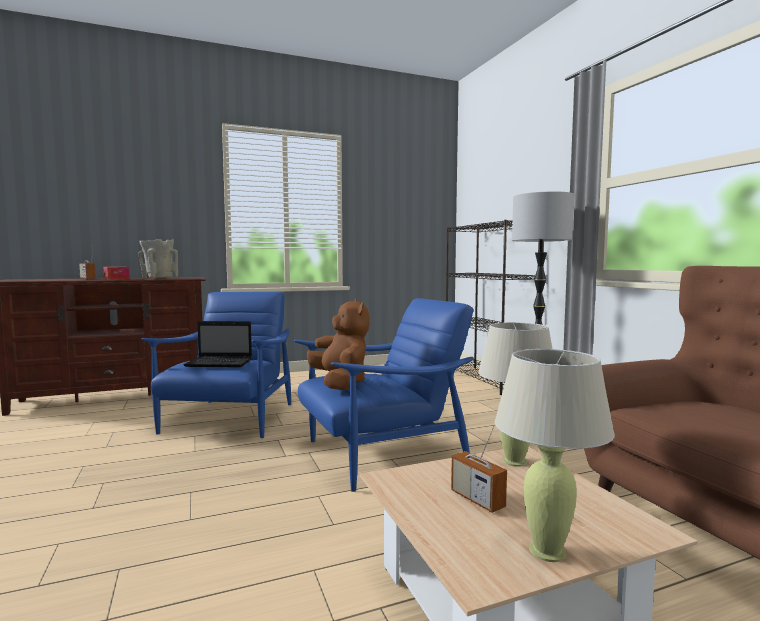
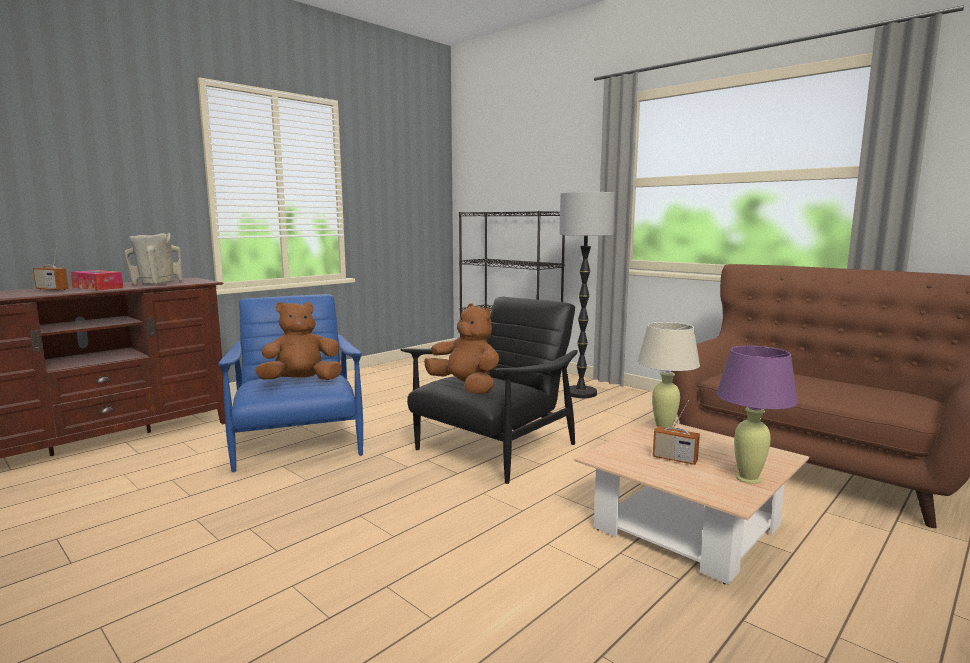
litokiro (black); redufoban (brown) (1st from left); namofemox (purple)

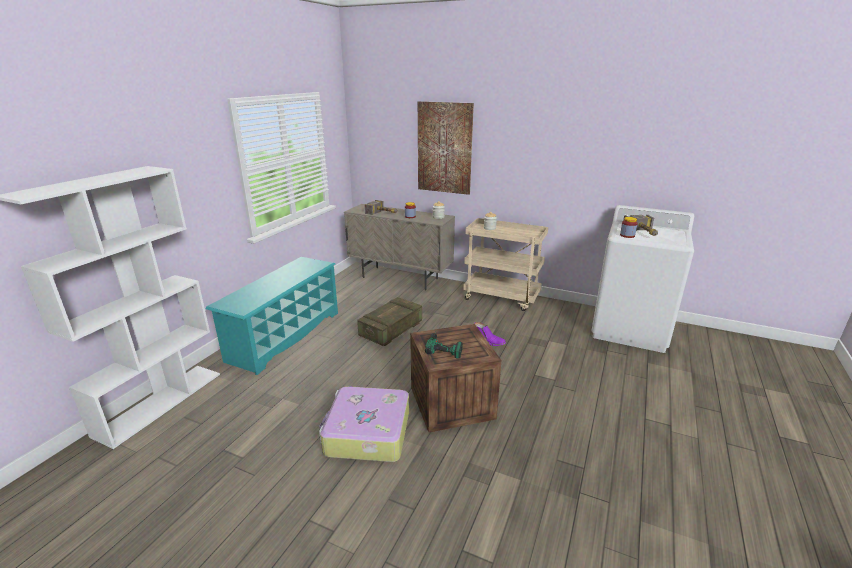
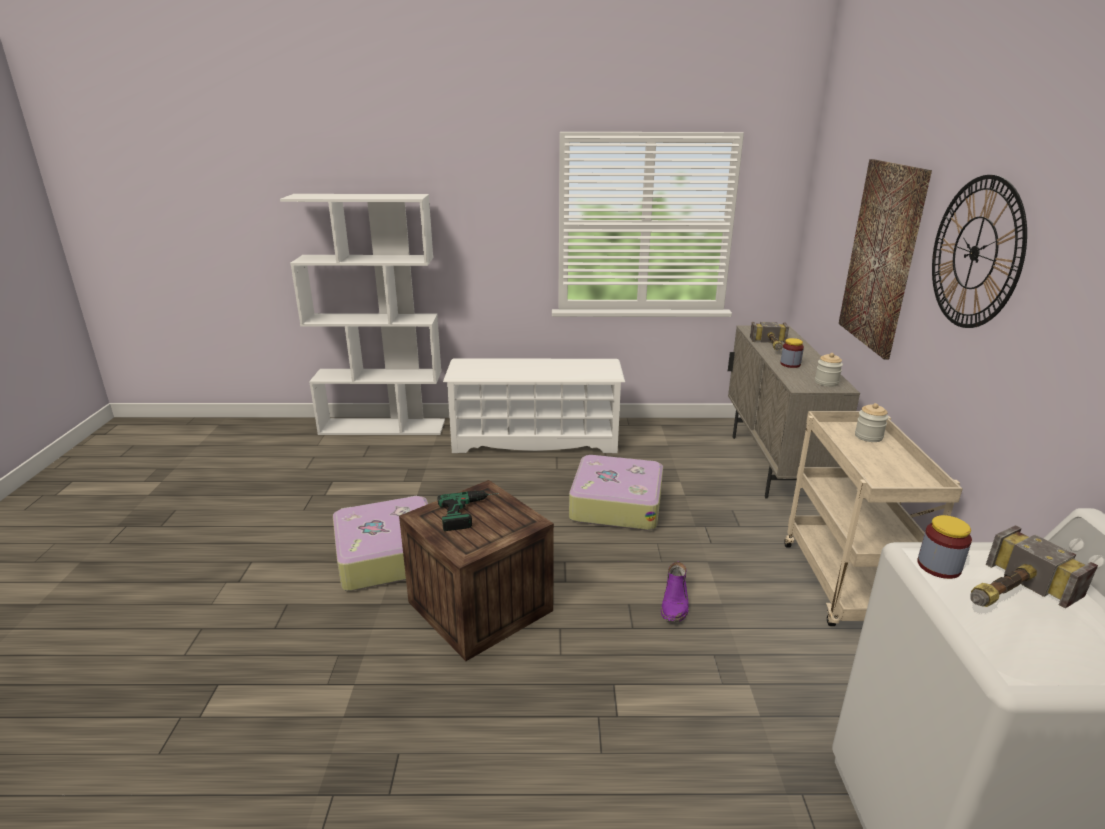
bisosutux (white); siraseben (2nd from left); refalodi

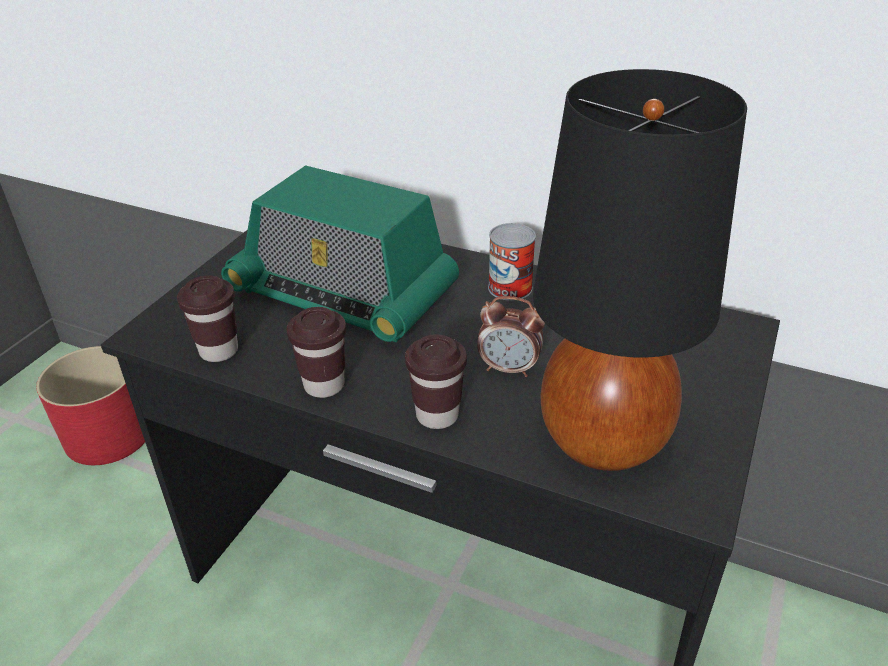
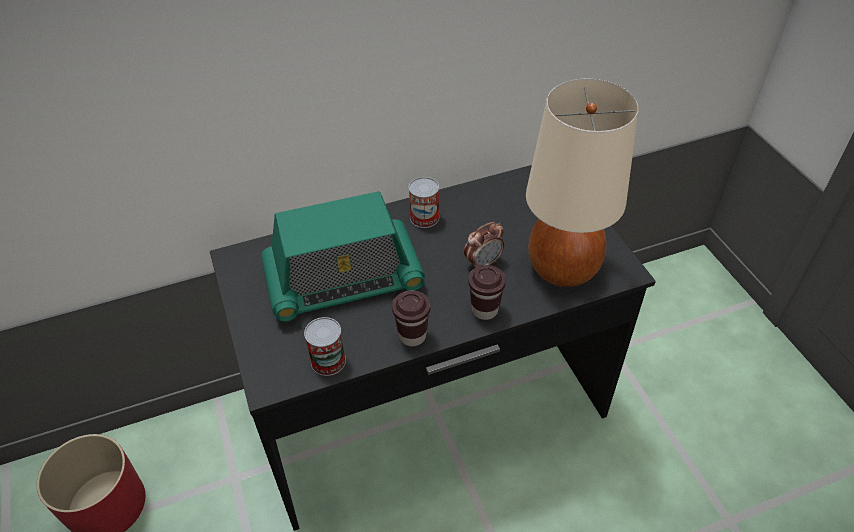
namofemox (beige); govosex (1st from left)

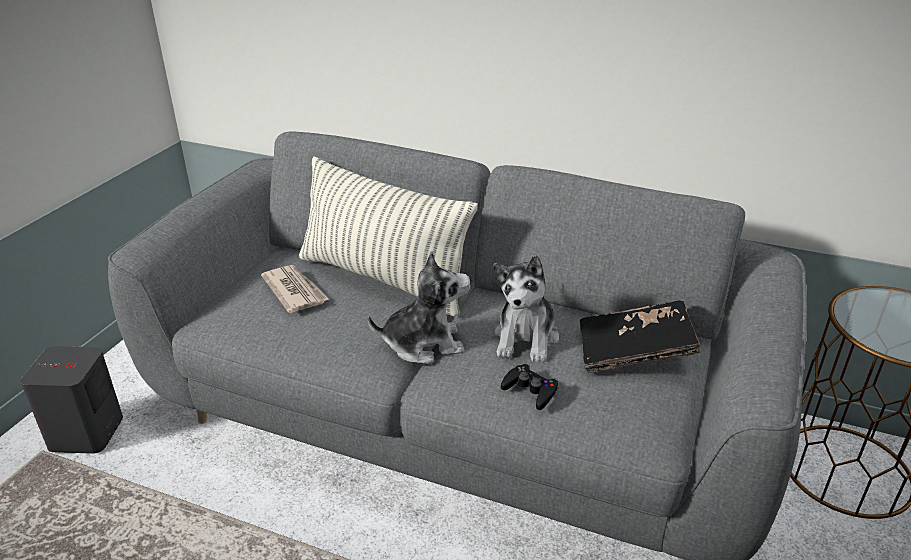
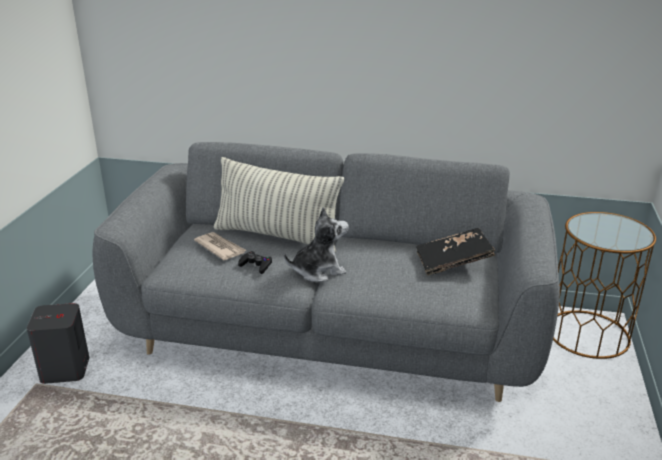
redufoban (2nd from left in the first image); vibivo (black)

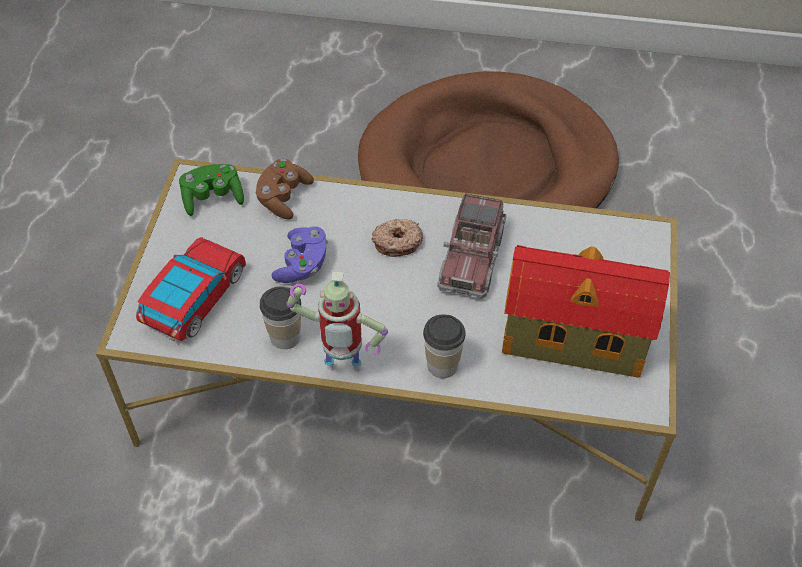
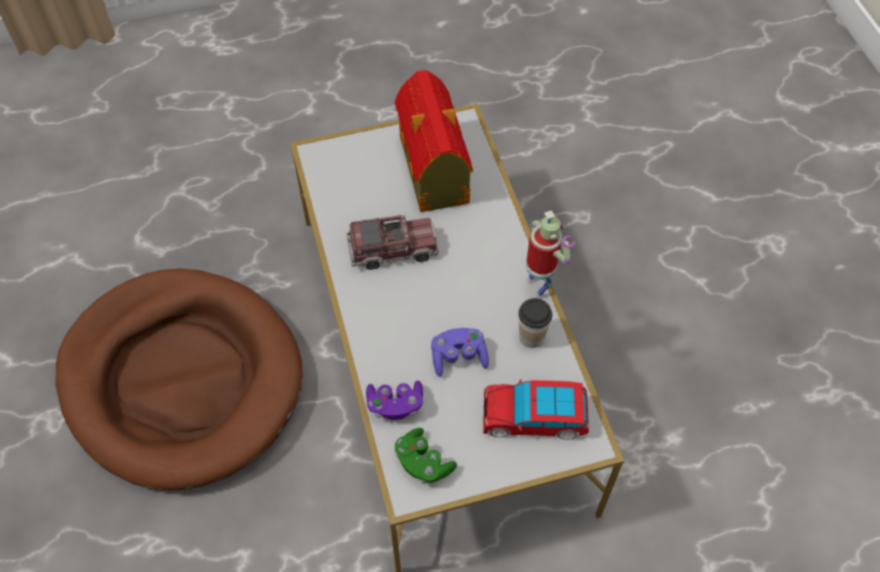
vibivo (purple) (1st from left); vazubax; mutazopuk (2nd from left in the first image)

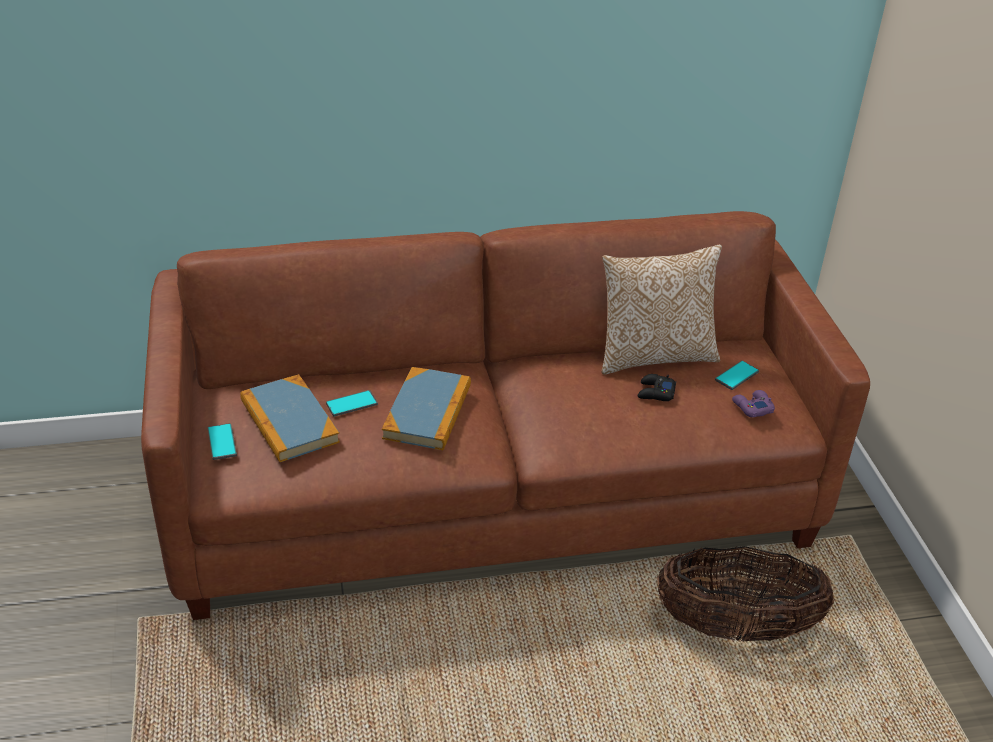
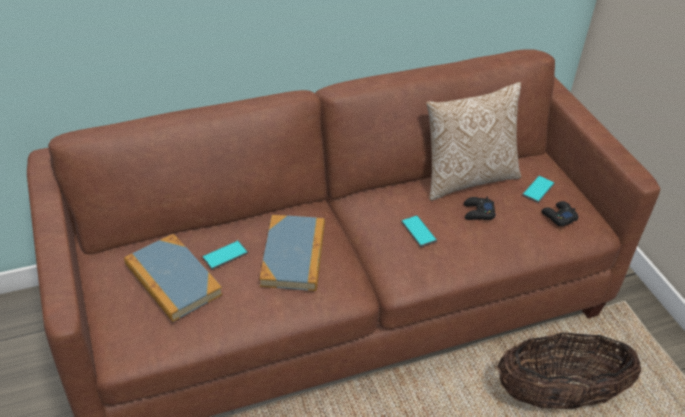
vibivo (black) (2nd from left); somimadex (2nd from left)

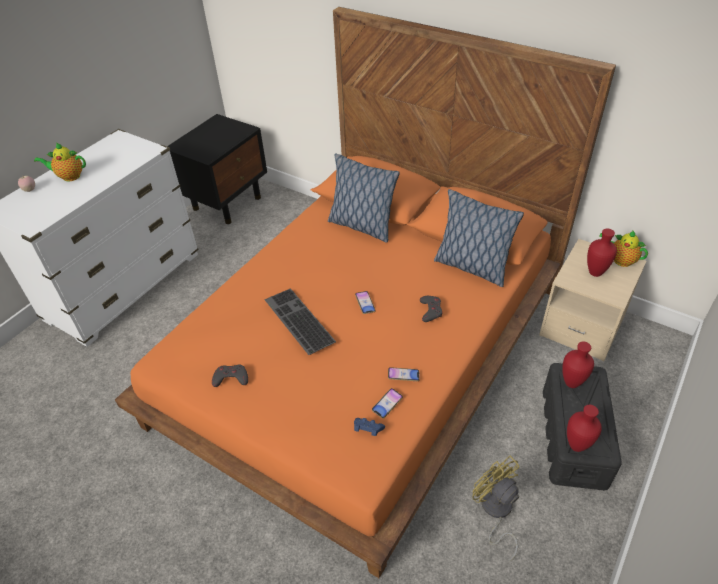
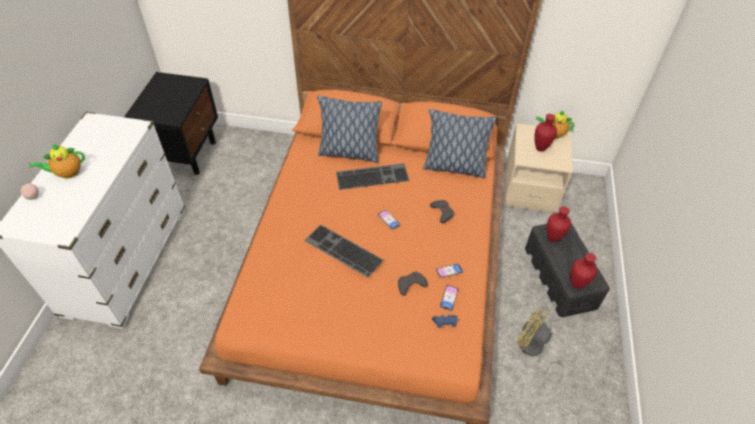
vibivo (grey) (1st from left); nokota (2nd from left)

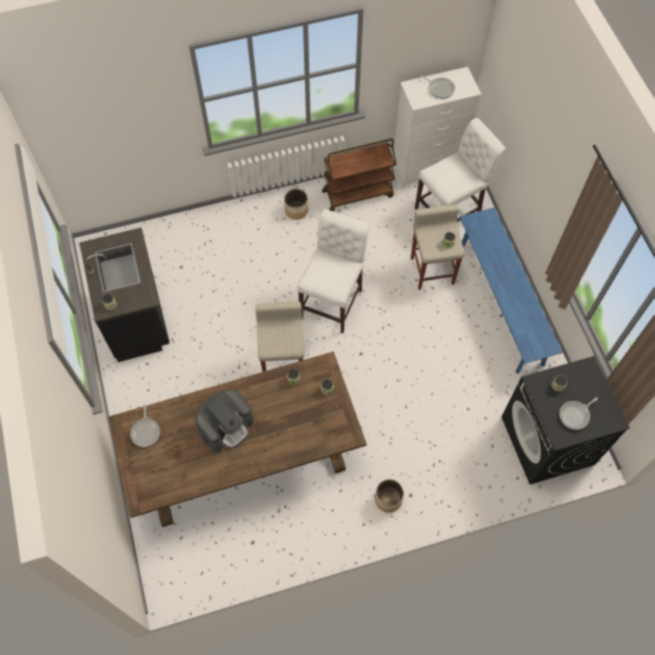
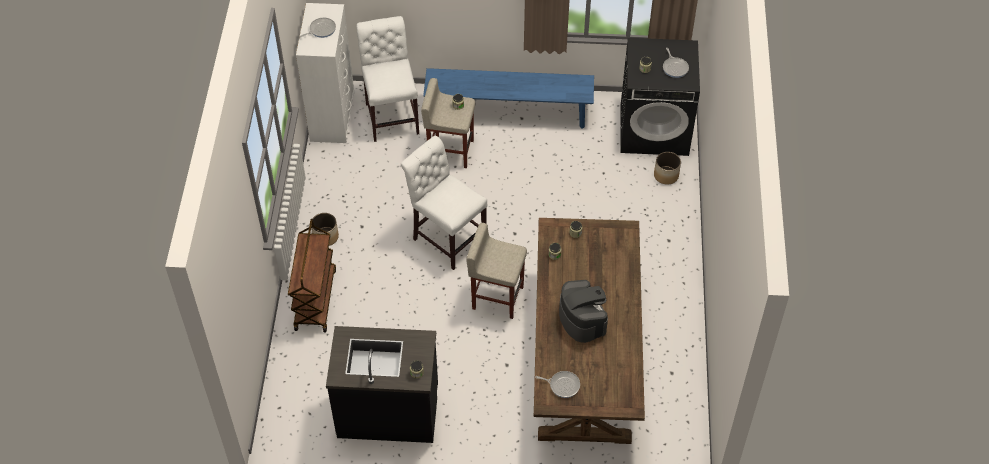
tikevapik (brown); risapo (2nd from left)

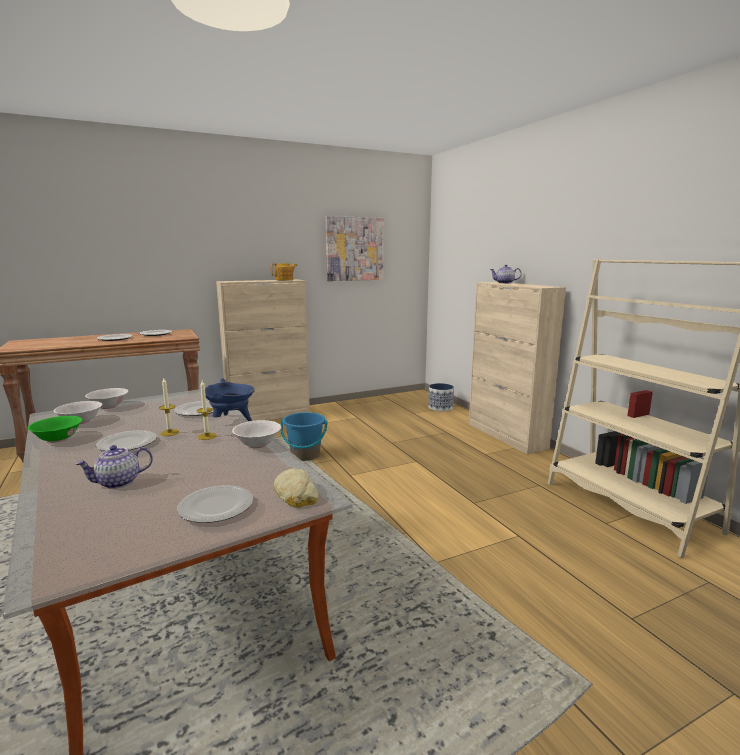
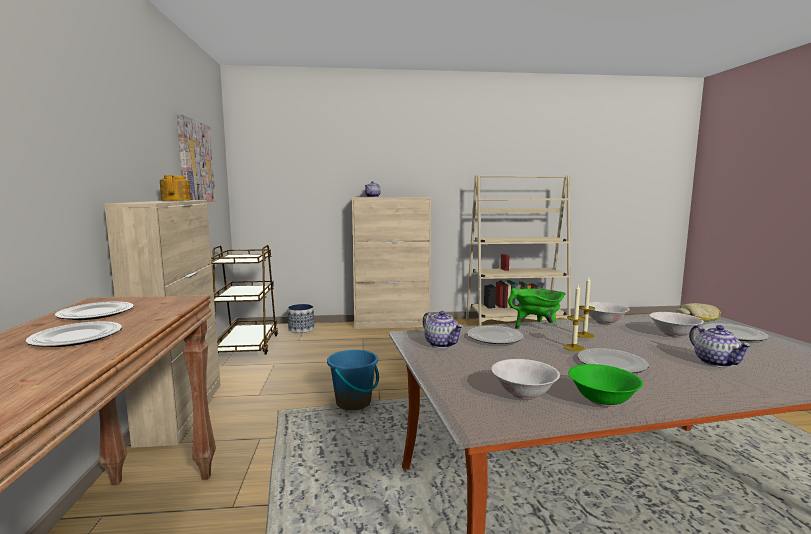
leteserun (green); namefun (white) (3rd from left); tikevapik (brown); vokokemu (3rd from left)

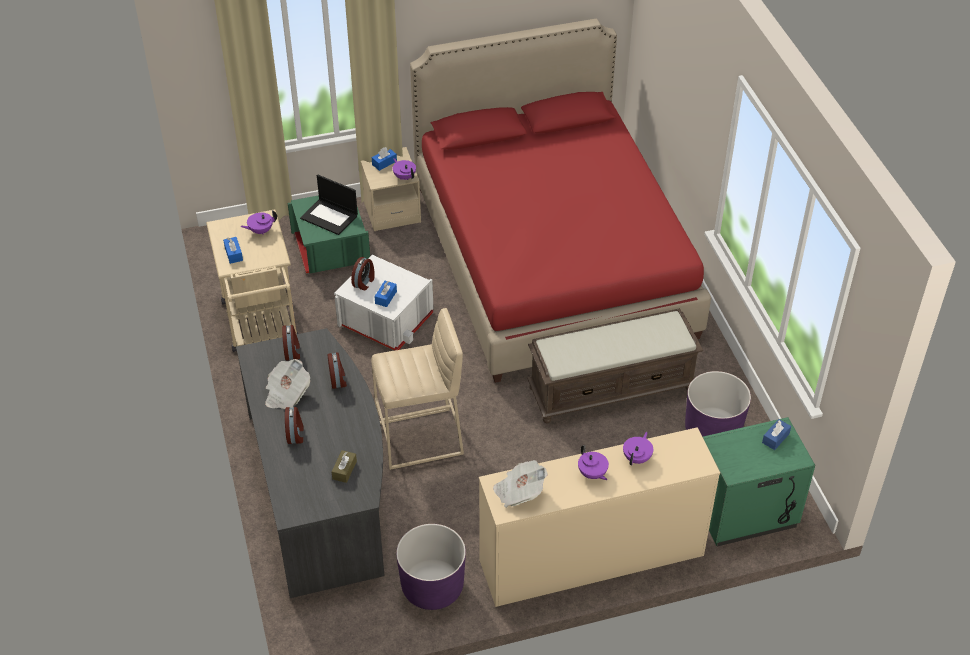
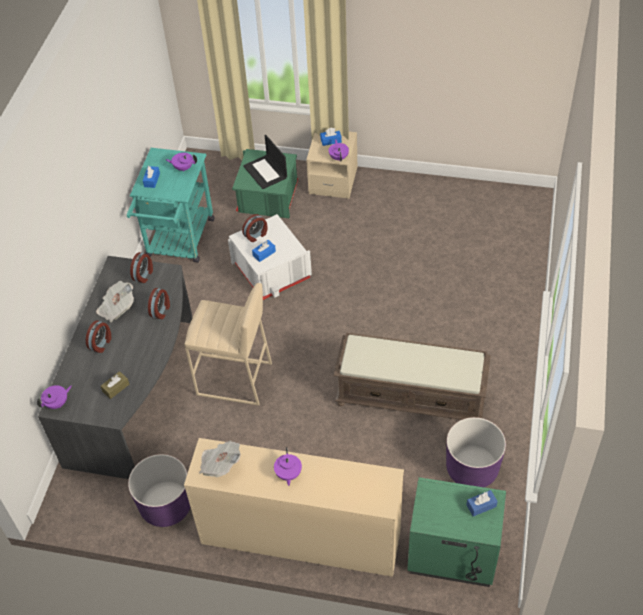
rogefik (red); tikevapik (turquoise); vokokemu (purple) (1st from left)

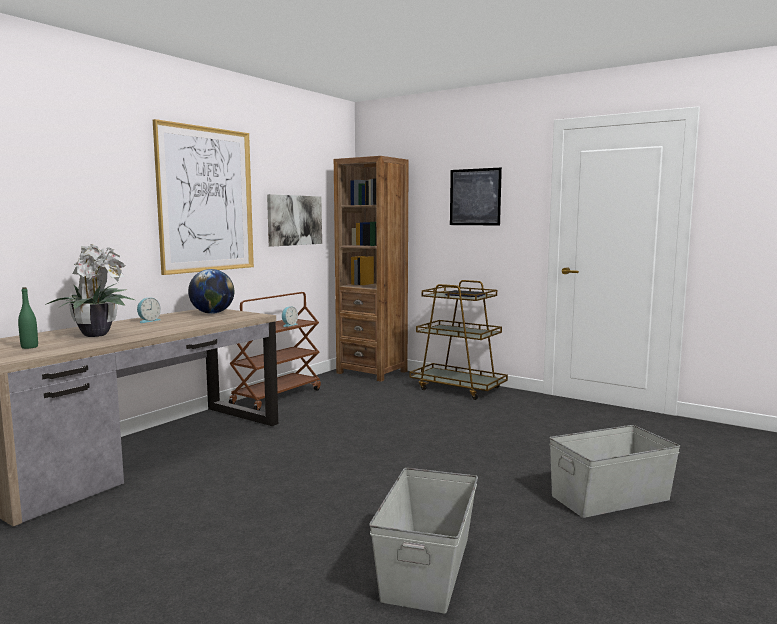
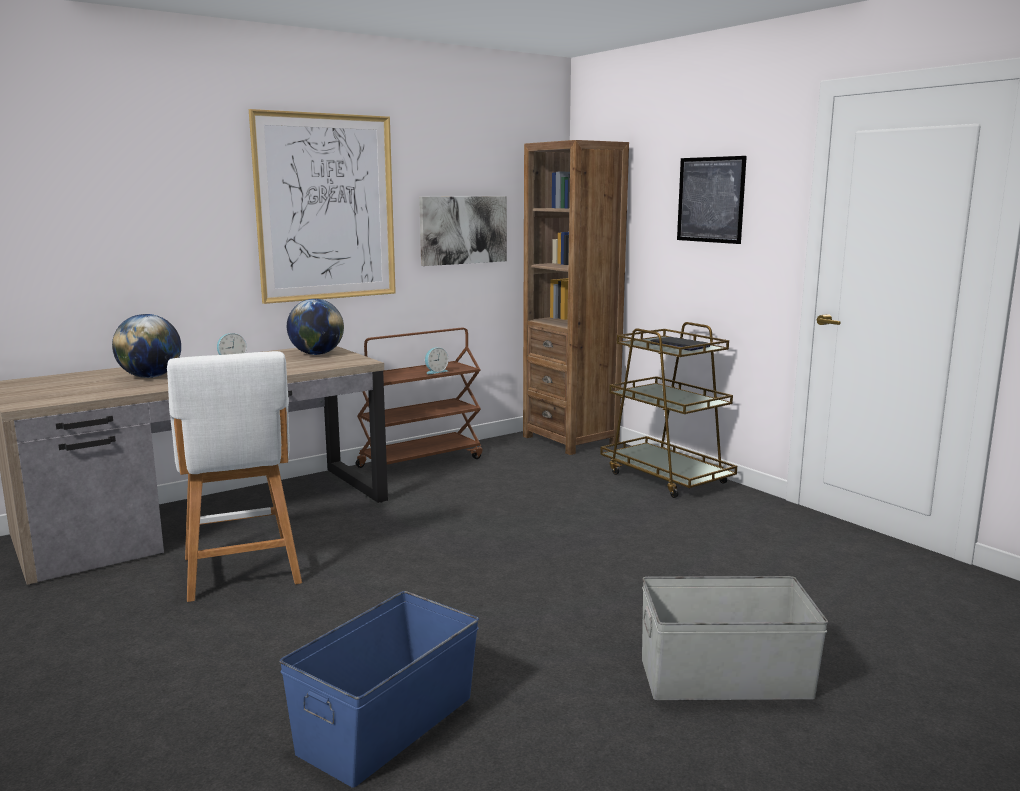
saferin (1st from left); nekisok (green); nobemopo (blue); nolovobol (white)

